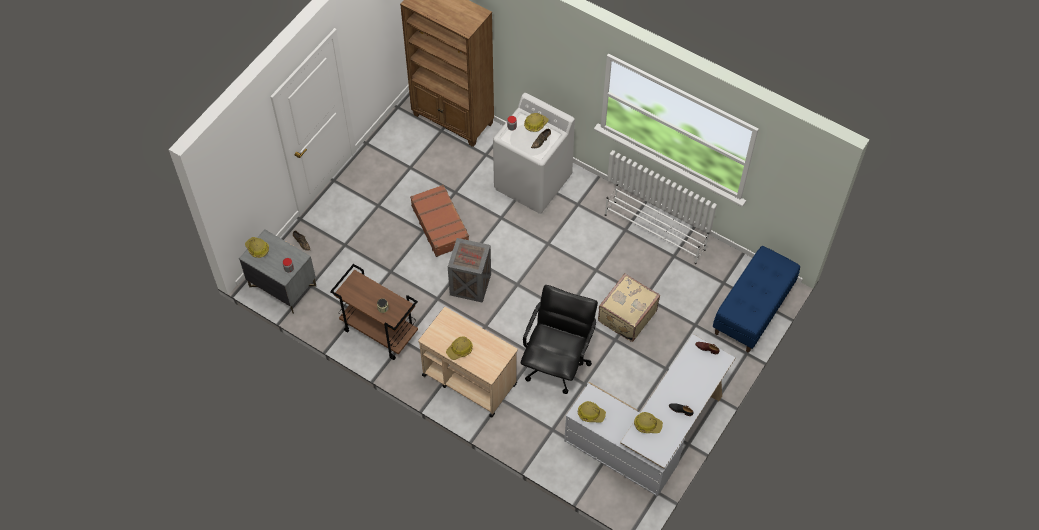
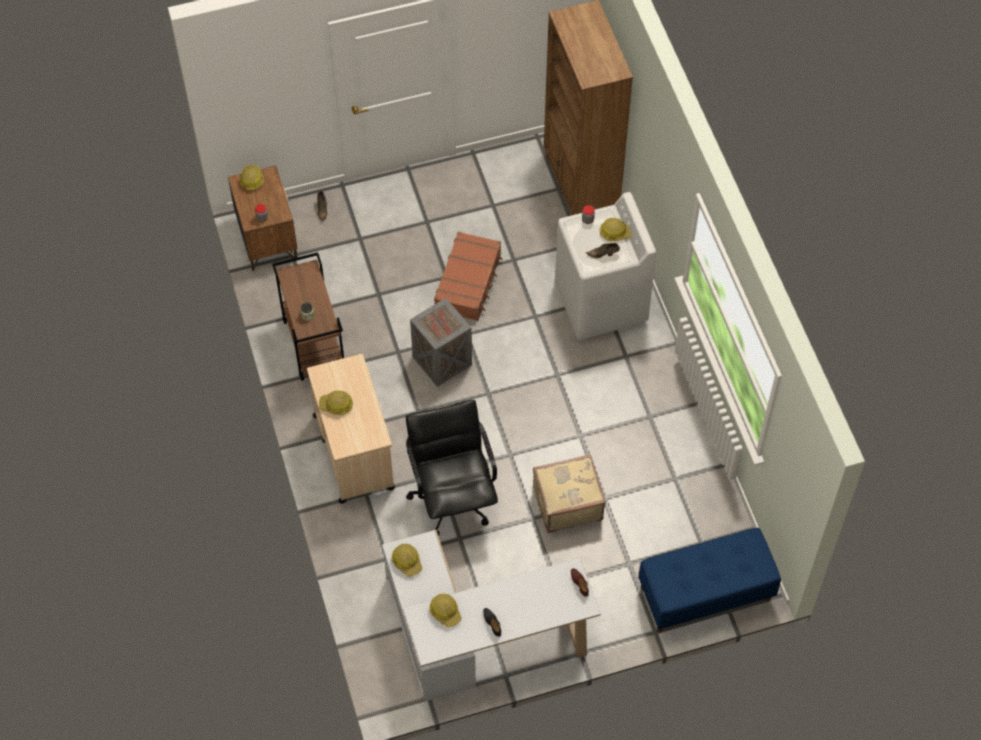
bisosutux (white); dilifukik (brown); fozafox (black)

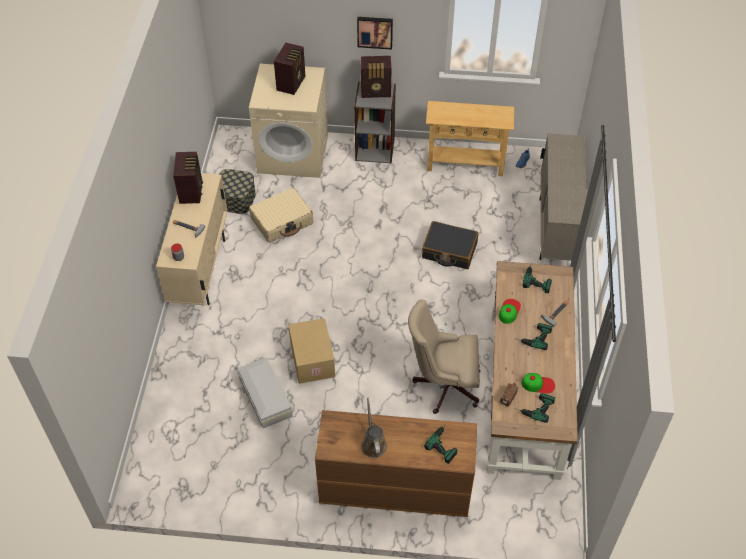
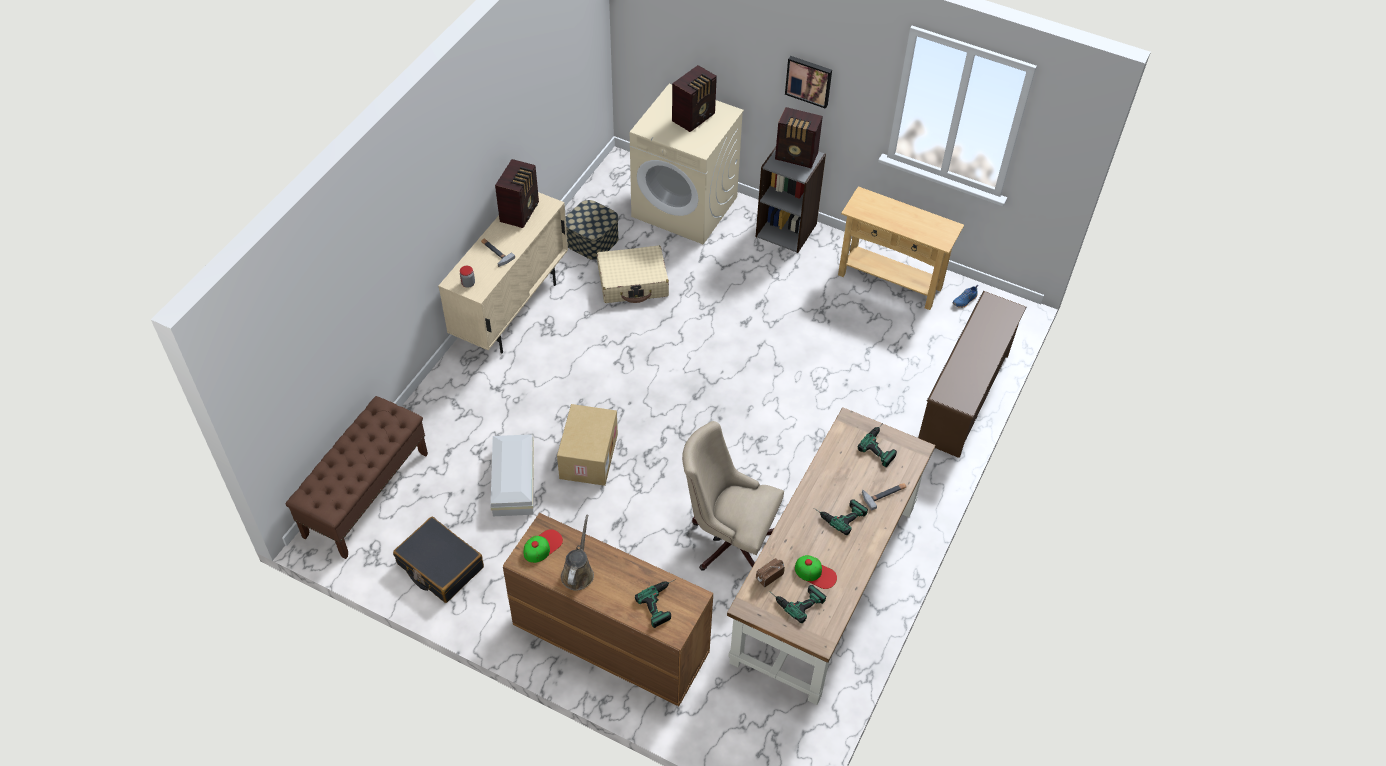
bisosutux (brown); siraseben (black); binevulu (1st from left); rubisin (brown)

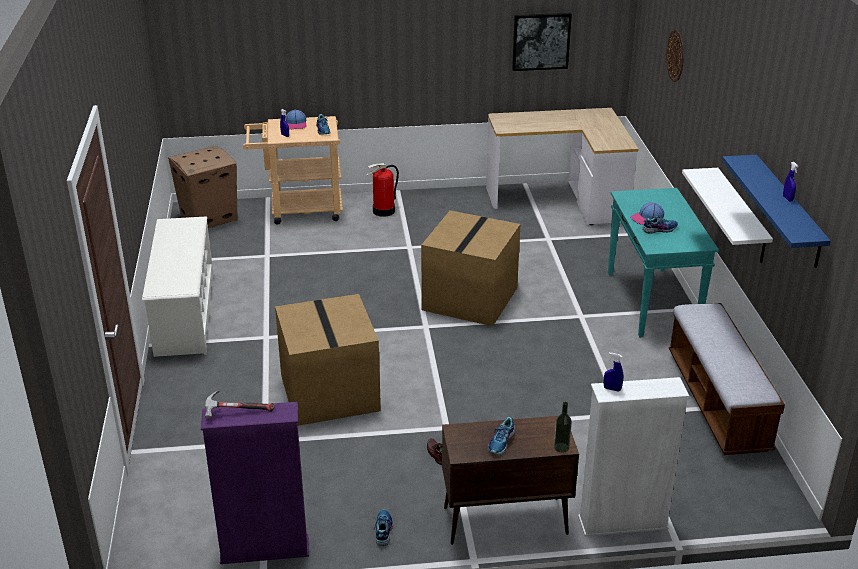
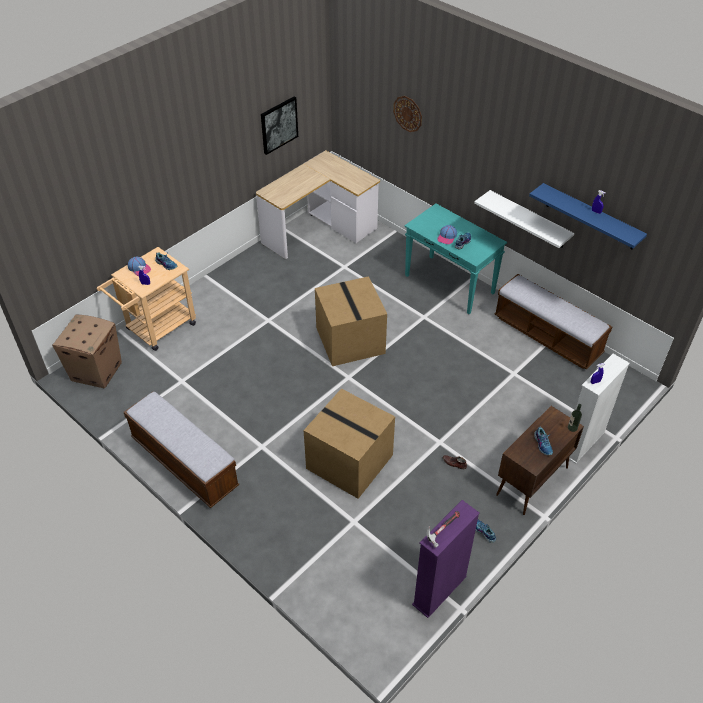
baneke; rubisin (1st from left)

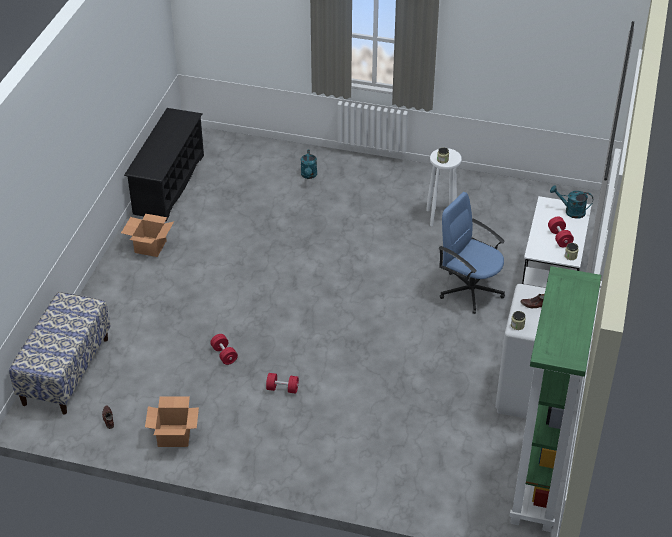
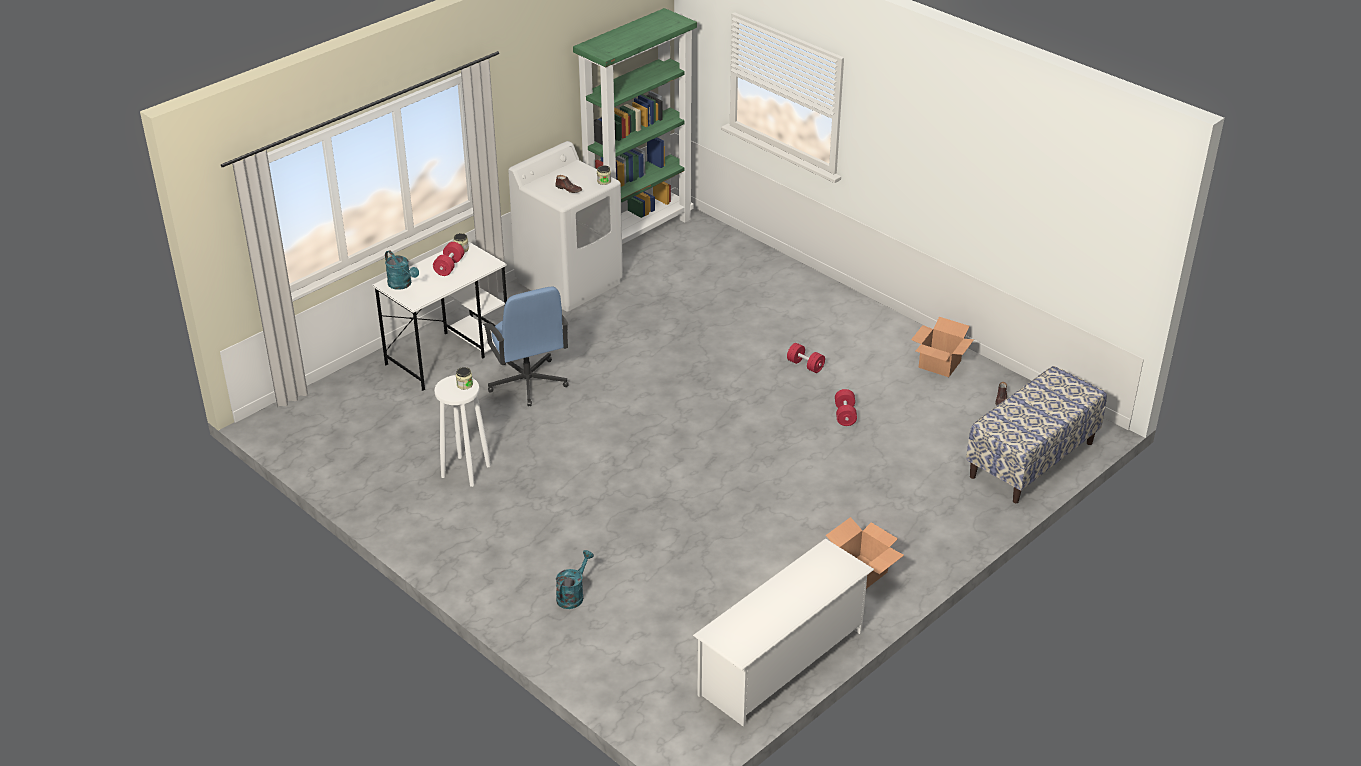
bisosutux (white)

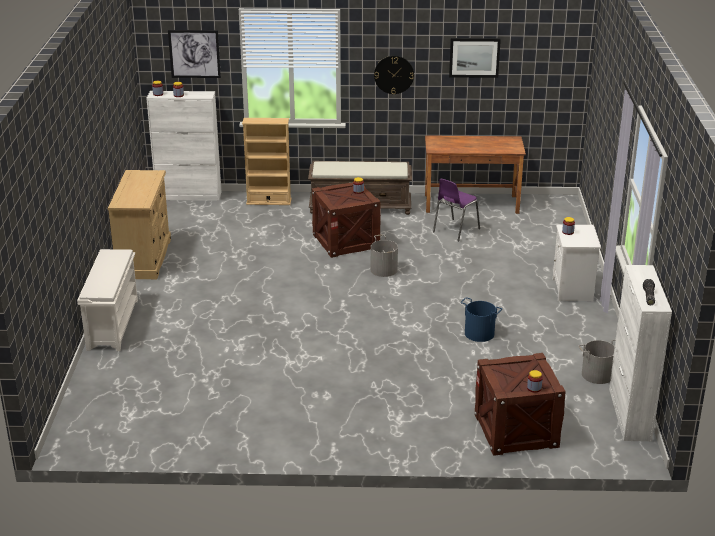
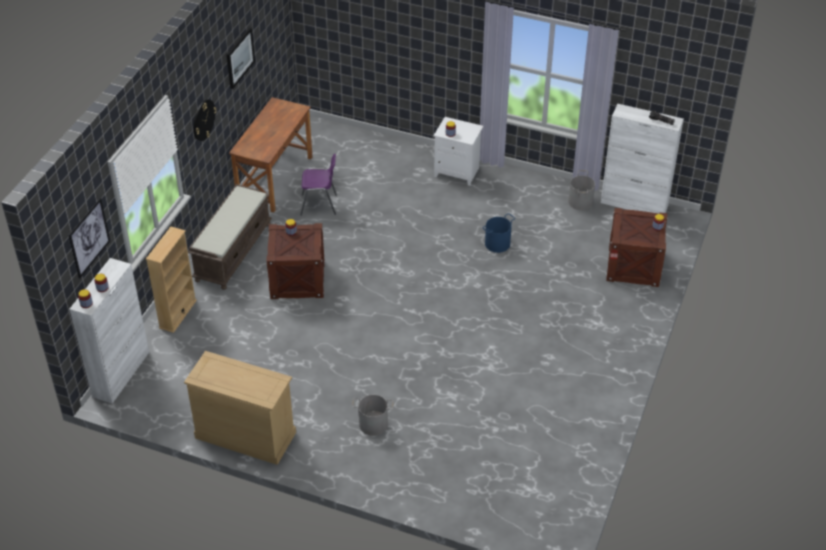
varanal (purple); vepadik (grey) (1st from left); bisosutux (white)

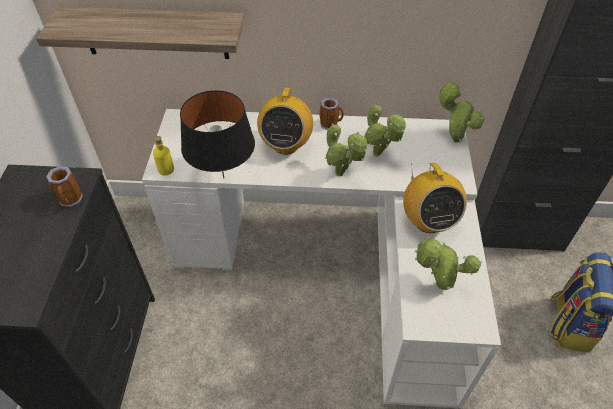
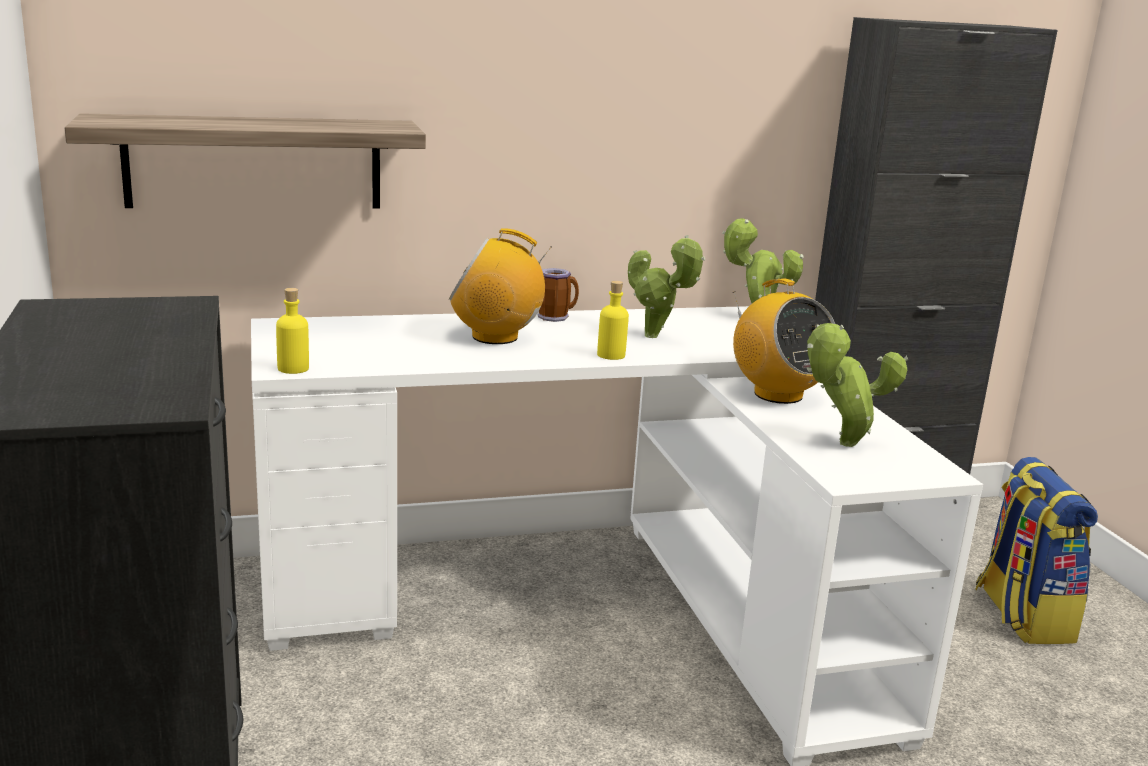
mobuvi (1st from left); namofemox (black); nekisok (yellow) (2nd from left); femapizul (1st from left in the first image)

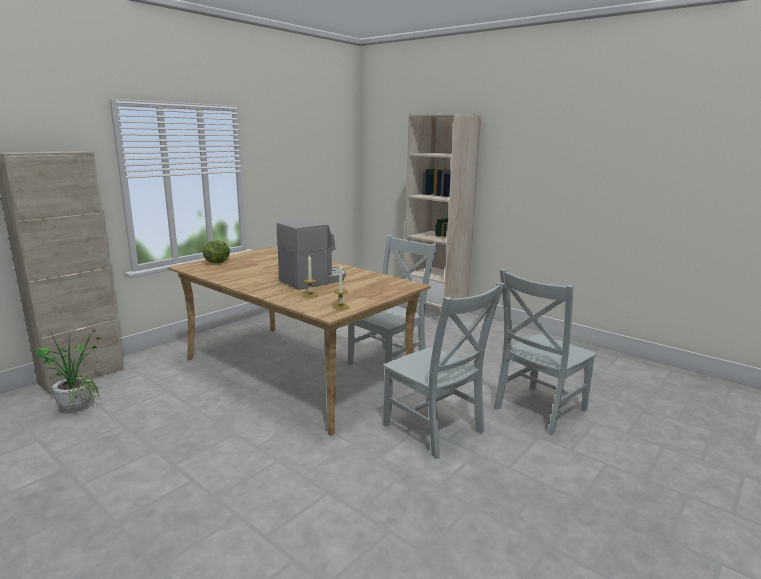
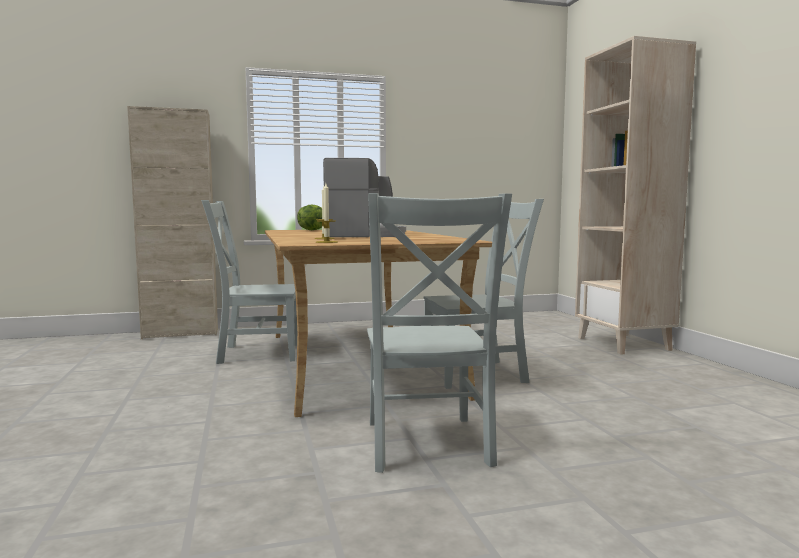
varanal (grey) (1st from left); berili

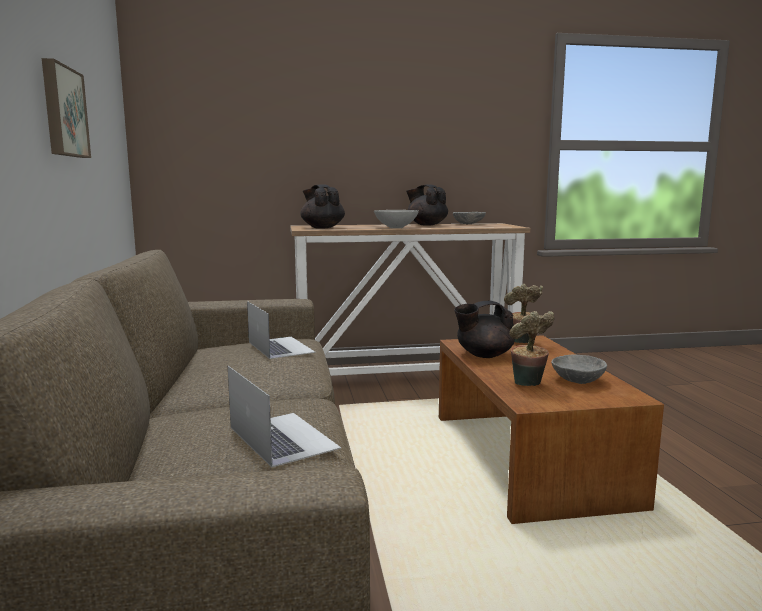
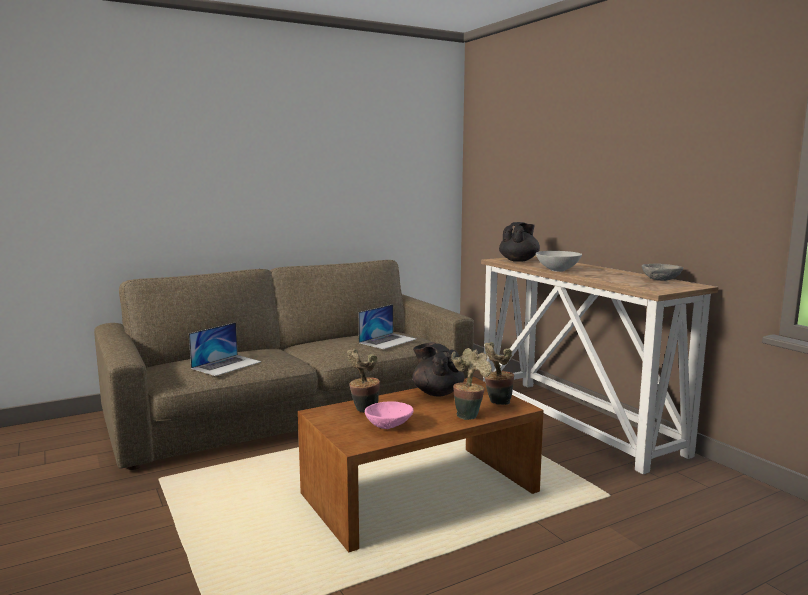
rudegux; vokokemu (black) (2nd from left in the first image); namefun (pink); berili (2nd from left)

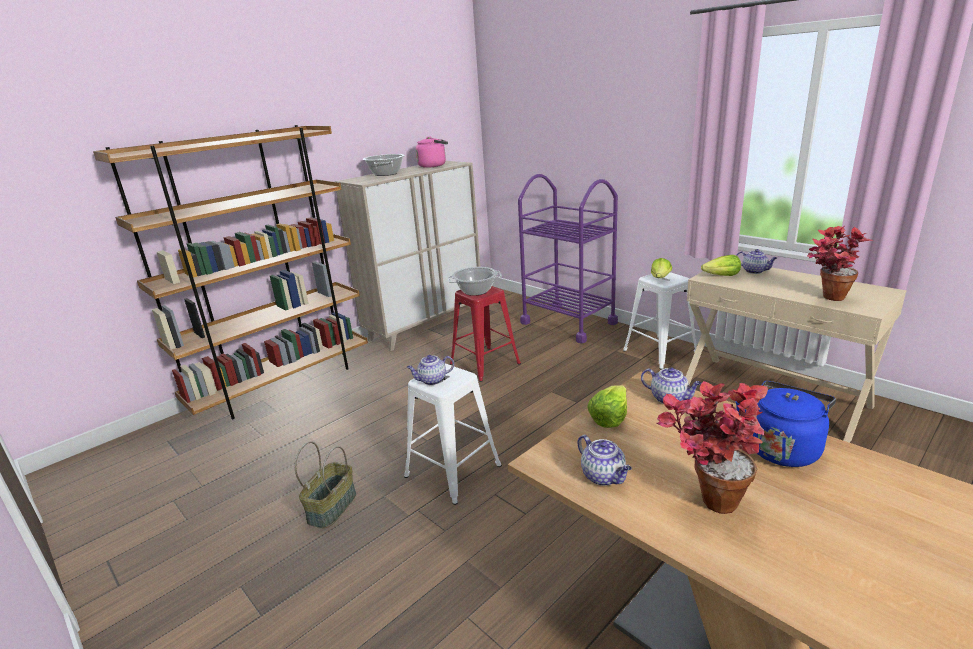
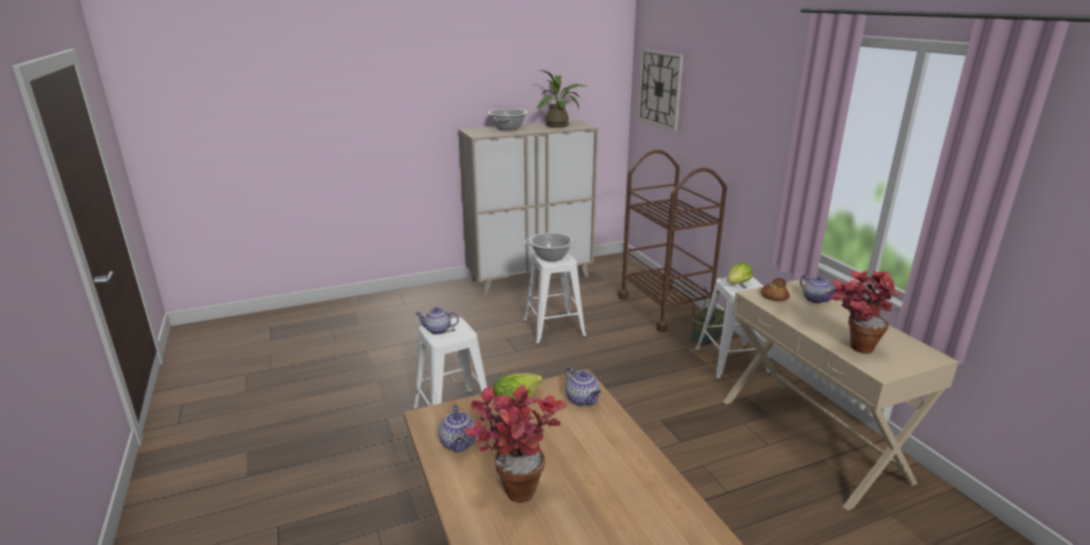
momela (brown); berili (2nd from left); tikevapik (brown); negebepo; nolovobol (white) (2nd from left); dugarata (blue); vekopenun; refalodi

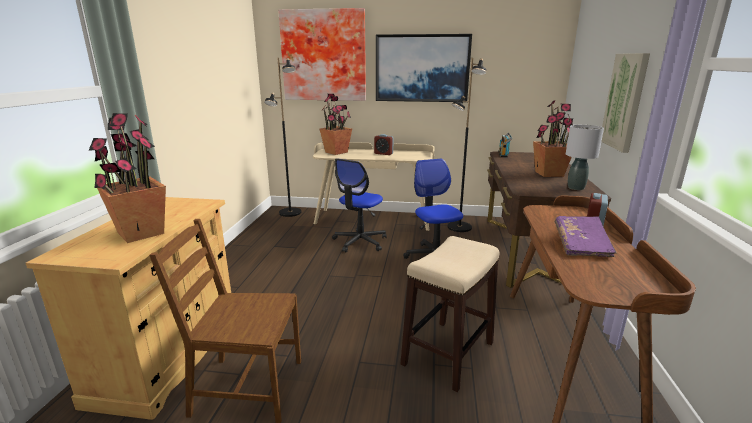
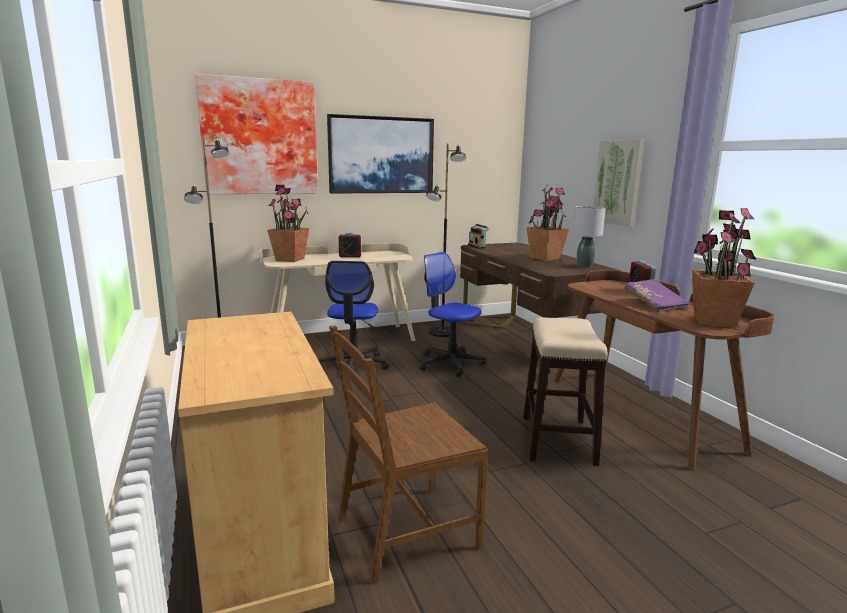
berili (3rd from left)

